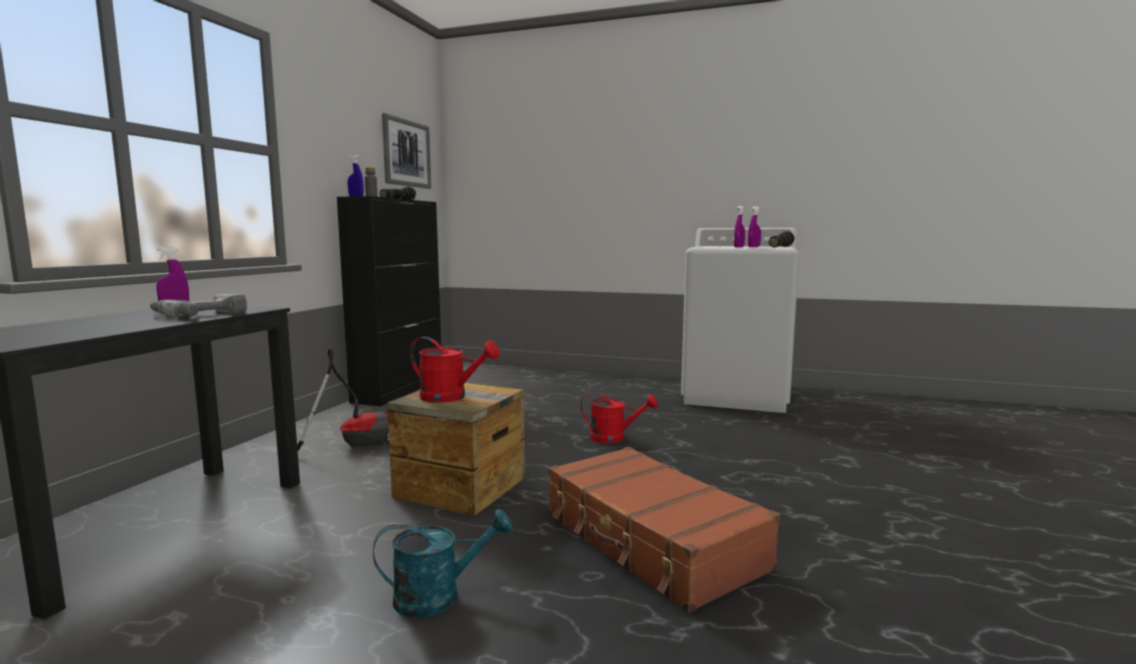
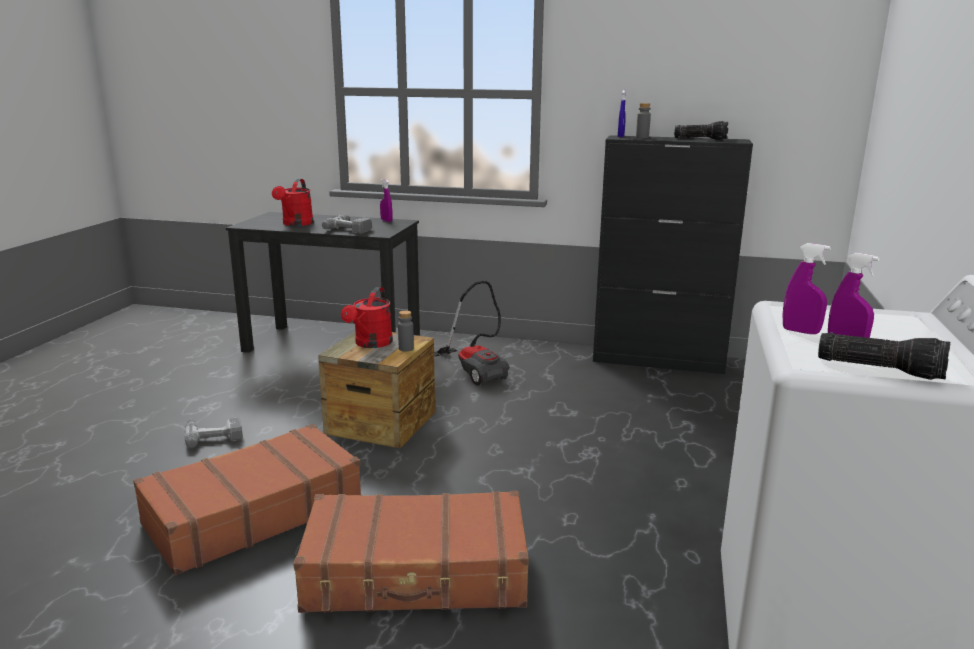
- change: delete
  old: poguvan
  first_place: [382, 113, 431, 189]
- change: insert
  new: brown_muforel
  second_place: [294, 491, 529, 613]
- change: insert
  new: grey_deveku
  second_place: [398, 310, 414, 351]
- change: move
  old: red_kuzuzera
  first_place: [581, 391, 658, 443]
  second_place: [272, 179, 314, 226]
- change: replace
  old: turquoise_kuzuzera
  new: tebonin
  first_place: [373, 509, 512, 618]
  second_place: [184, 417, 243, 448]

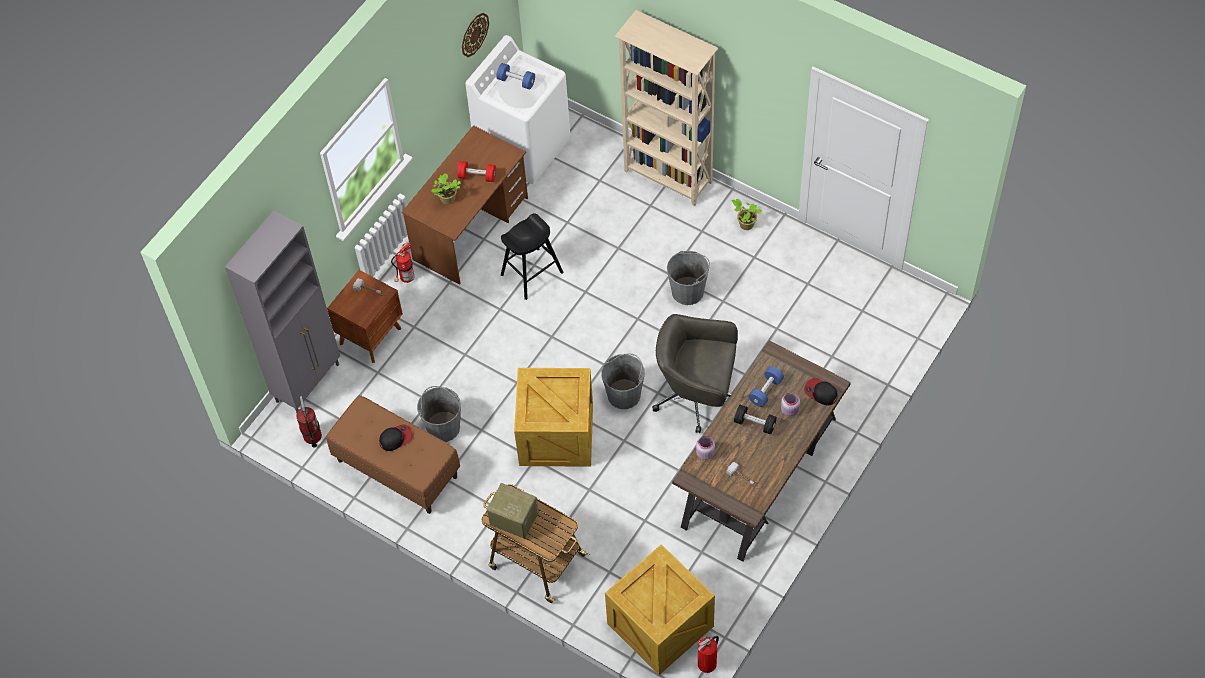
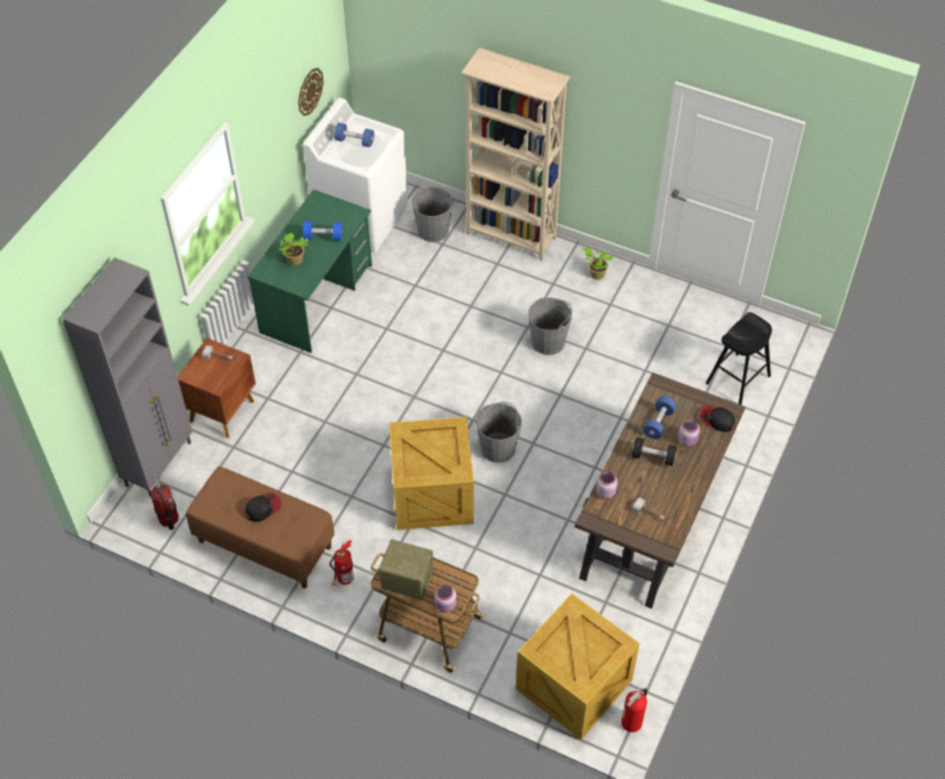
- change: delete
  old: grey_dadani
  first_place: [652, 314, 738, 433]
- change: insert
  new: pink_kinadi
  second_place: [435, 585, 456, 612]
- change: move
  old: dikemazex
  first_place: [391, 243, 414, 283]
  second_place: [330, 540, 354, 586]
- change: move
  old: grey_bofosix
  first_place: [417, 386, 461, 442]
  second_place: [412, 186, 453, 242]
- change: move
  old: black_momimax
  first_place: [501, 213, 563, 300]
  second_place: [706, 312, 772, 405]
- change: recolor
  old: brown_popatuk
  new: green_popatuk
  first_place: [402, 125, 528, 285]
  second_place: [247, 189, 372, 353]
- change: recolor
  old: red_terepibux
  new: blue_terepibux
  first_place: [457, 161, 496, 182]
  second_place: [303, 221, 342, 241]

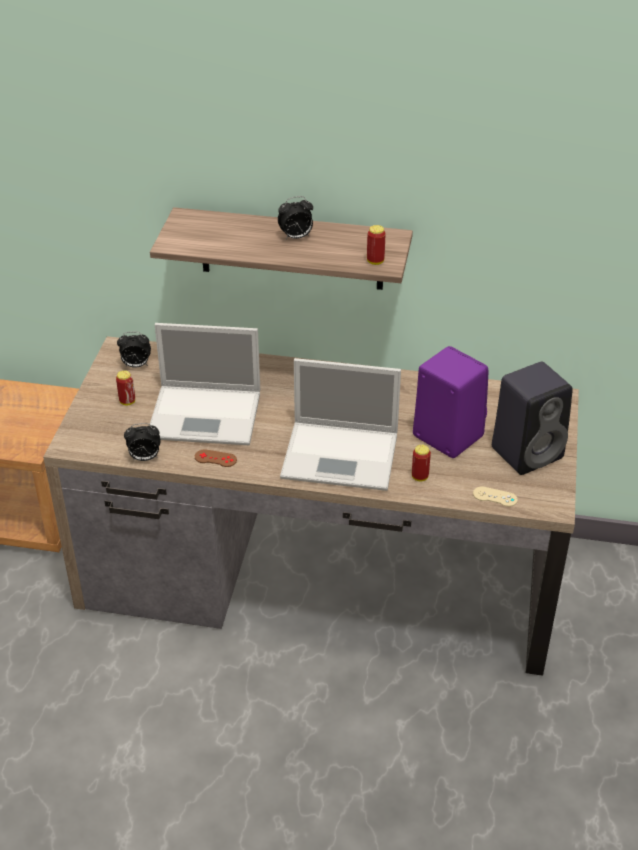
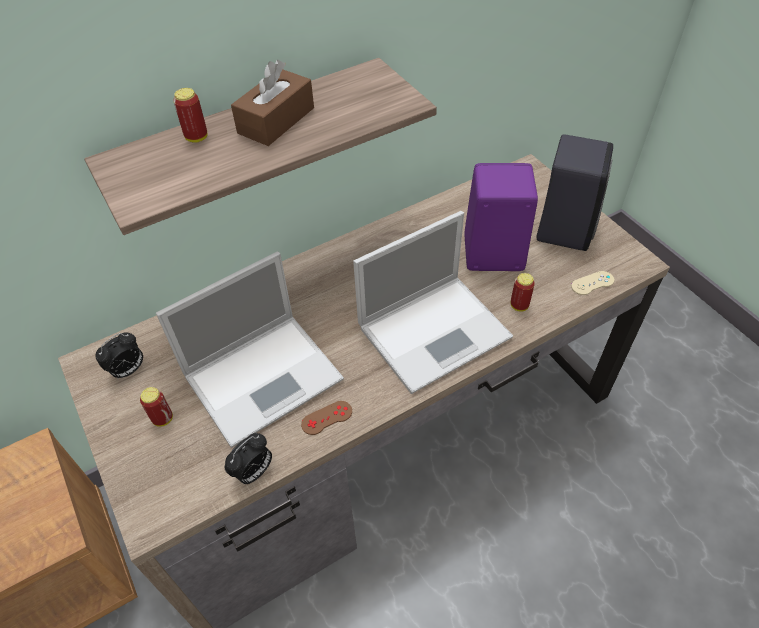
- change: move
  old: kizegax
  first_place: [367, 225, 386, 265]
  second_place: [173, 88, 208, 143]
- change: replace
  old: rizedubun
  new: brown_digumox
  first_place: [278, 196, 313, 240]
  second_place: [231, 60, 314, 146]

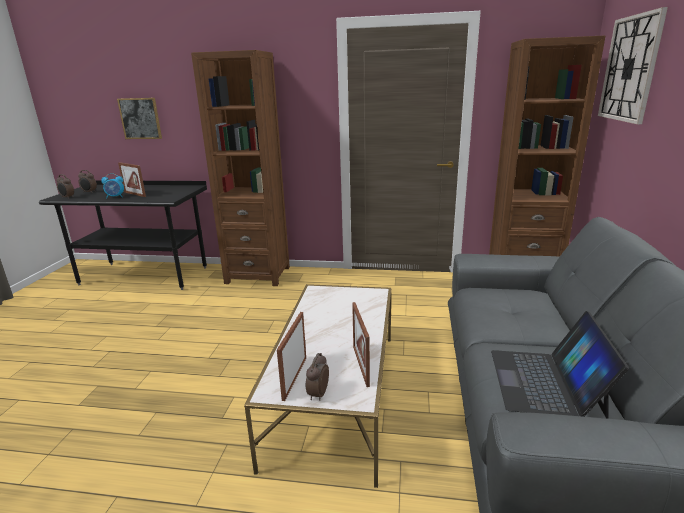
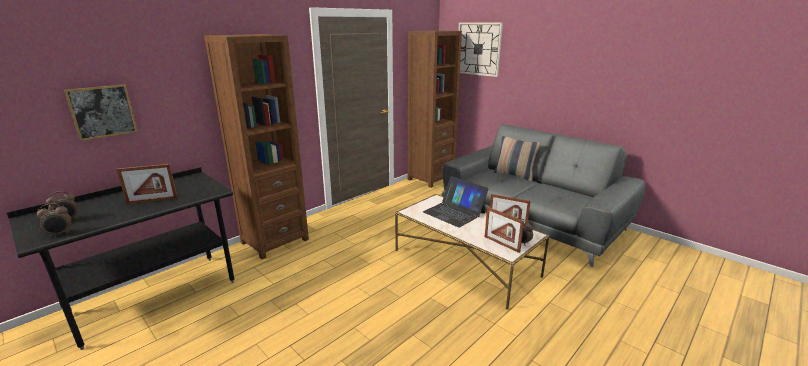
- change: delete
  old: rizedubun
  first_place: [101, 173, 124, 199]
- change: insert
  new: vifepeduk
  second_place: [494, 136, 541, 181]
- change: move
  old: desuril
  first_place: [491, 311, 629, 418]
  second_place: [423, 176, 488, 227]

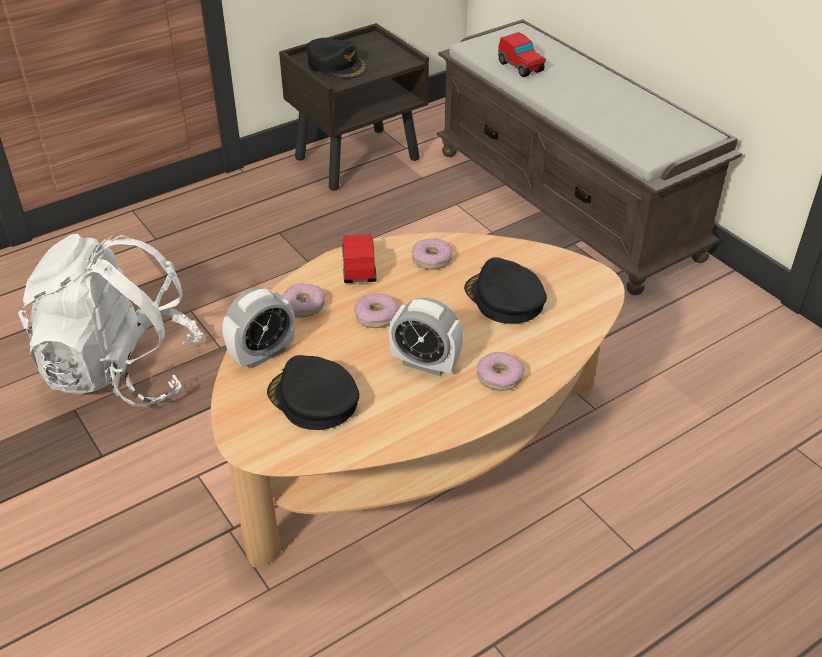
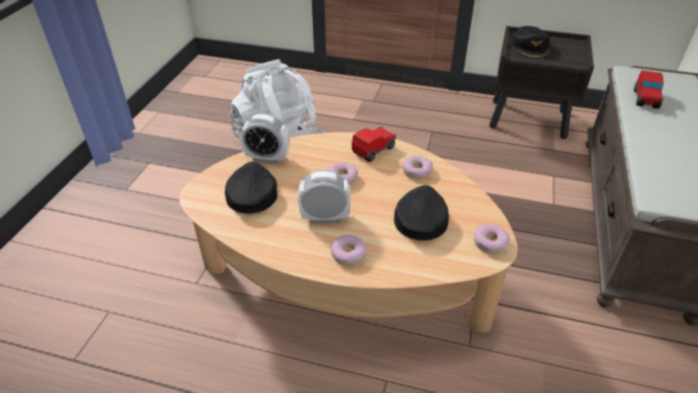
- change: move
  old: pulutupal
  first_place: [282, 283, 325, 317]
  second_place: [474, 224, 510, 254]
- change: rotate
  old: rizedubun
  first_place: [389, 297, 463, 376]
  second_place: [298, 170, 351, 223]
  degrees: 105

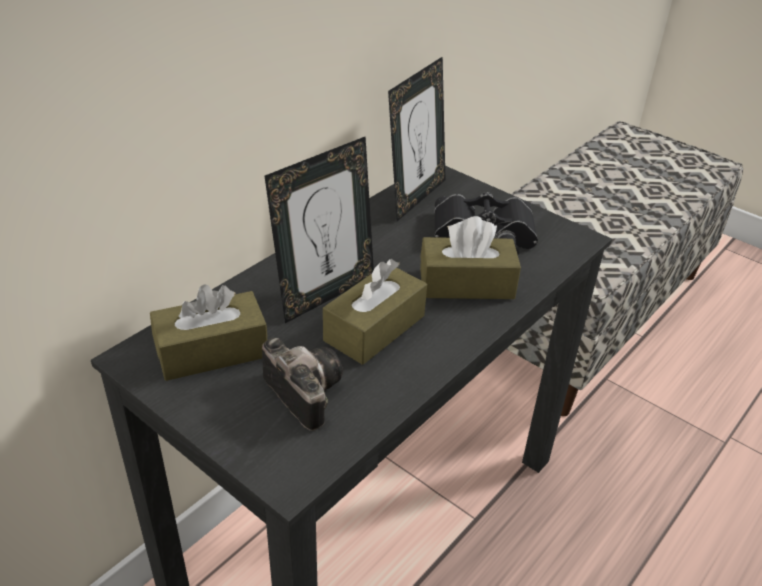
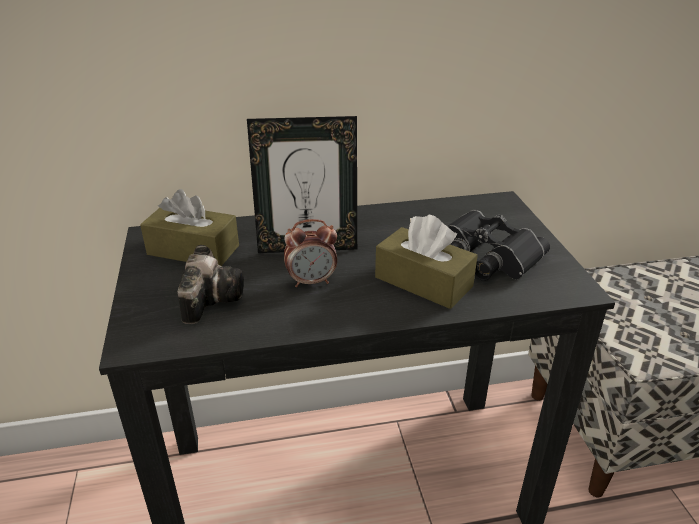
- change: delete
  old: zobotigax
  first_place: [388, 57, 446, 221]
- change: replace
  old: brown_digumox
  new: rizedubun
  first_place: [323, 259, 427, 365]
  second_place: [284, 219, 337, 287]

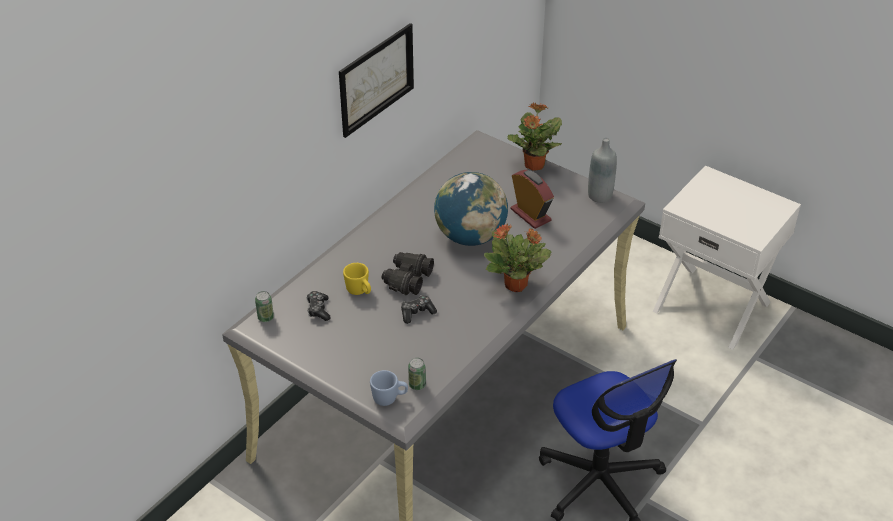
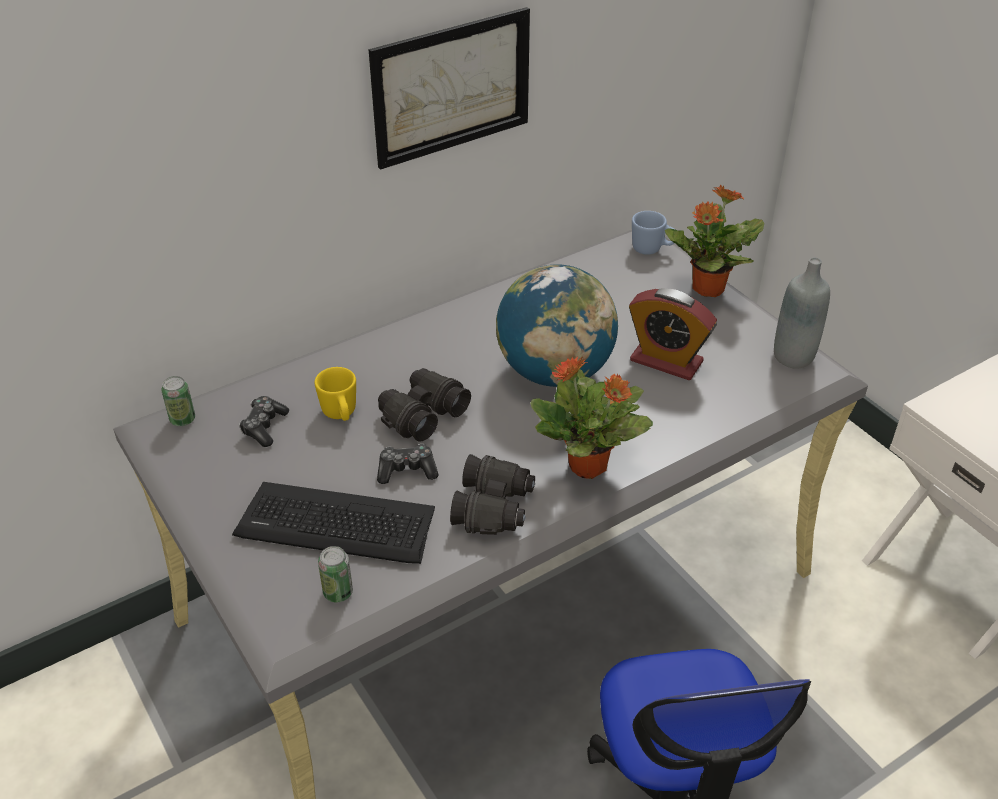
- change: insert
  new: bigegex
  second_place: [232, 482, 435, 564]
- change: insert
  new: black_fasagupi
  second_place: [450, 454, 535, 535]
- change: move
  old: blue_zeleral
  first_place: [370, 370, 408, 406]
  second_place: [632, 211, 674, 255]
- change: rotate
  old: rizedubun
  first_place: [511, 170, 554, 229]
  second_place: [629, 288, 717, 380]
  degrees: 135

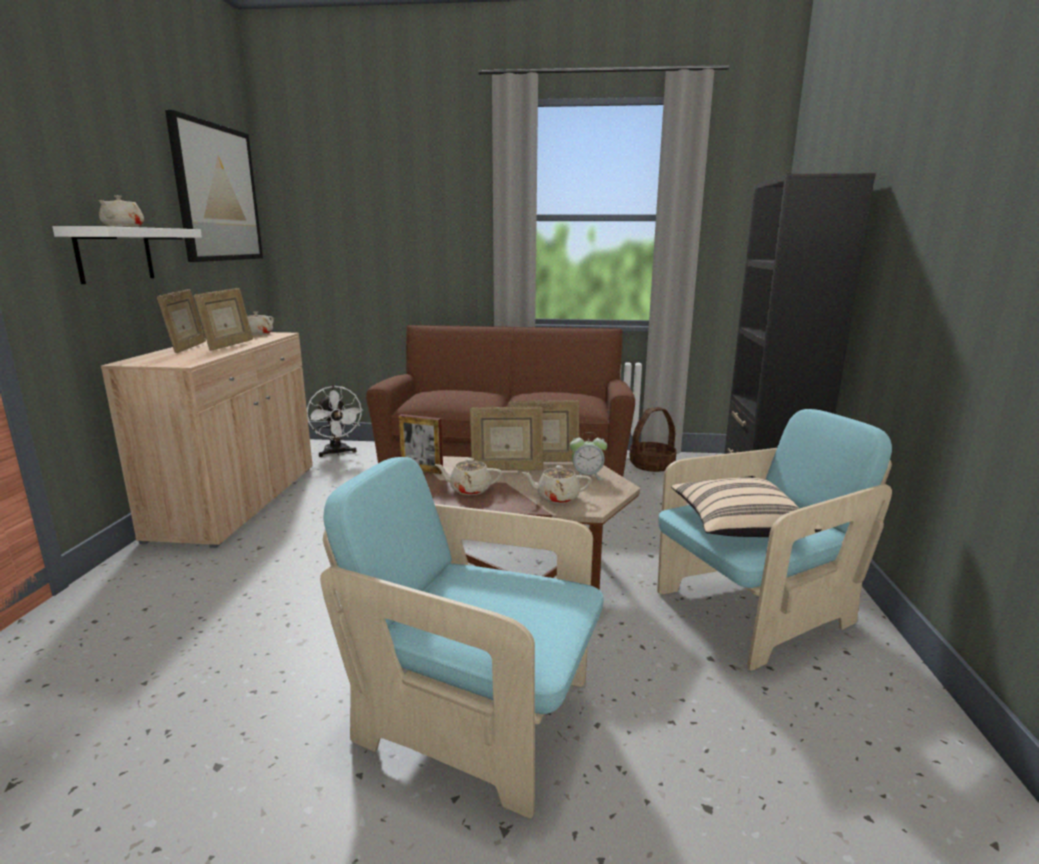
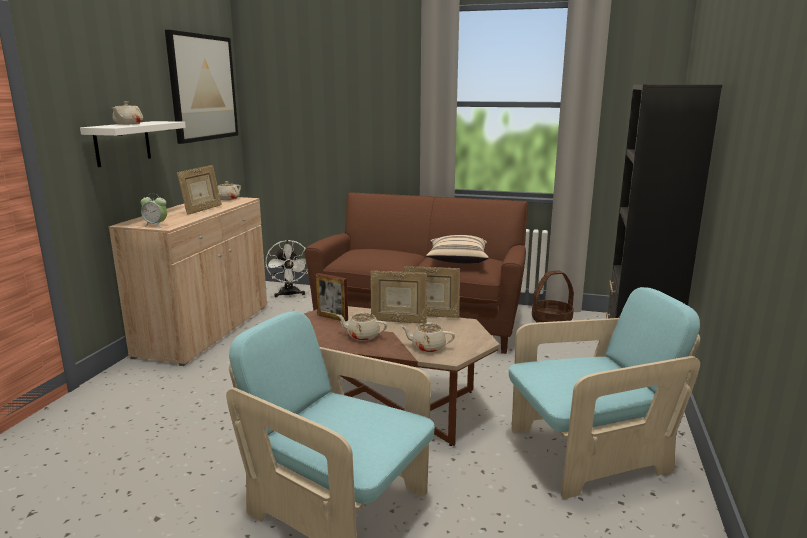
- change: delete
  old: zobotigax
  first_place: [157, 289, 206, 353]
- change: move
  old: rizedubun
  first_place: [570, 432, 607, 480]
  second_place: [141, 193, 167, 227]
- change: move
  old: beige_vifepeduk
  first_place: [671, 477, 822, 537]
  second_place: [426, 235, 489, 263]

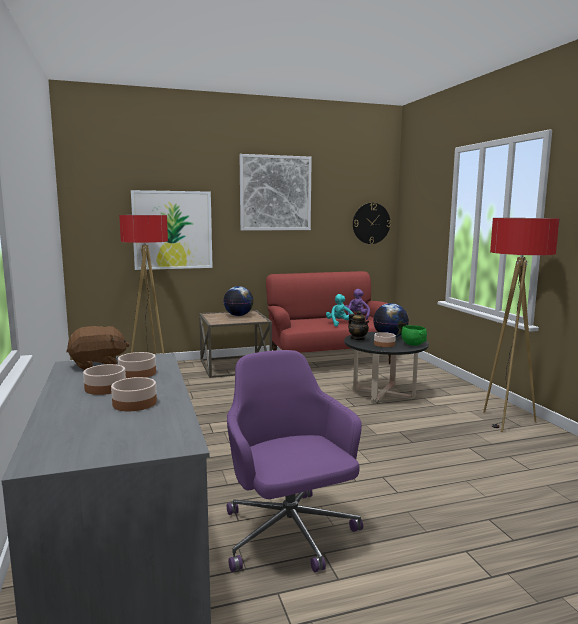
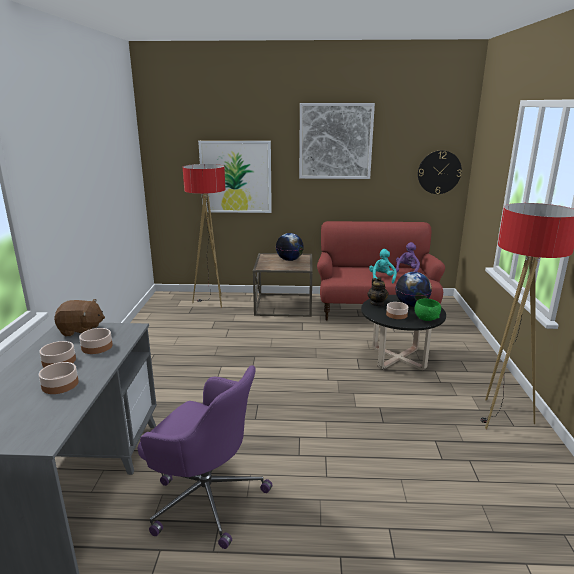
- change: rotate
  old: purple_dadani
  first_place: [227, 350, 363, 572]
  second_place: [138, 365, 272, 549]
  degrees: 120

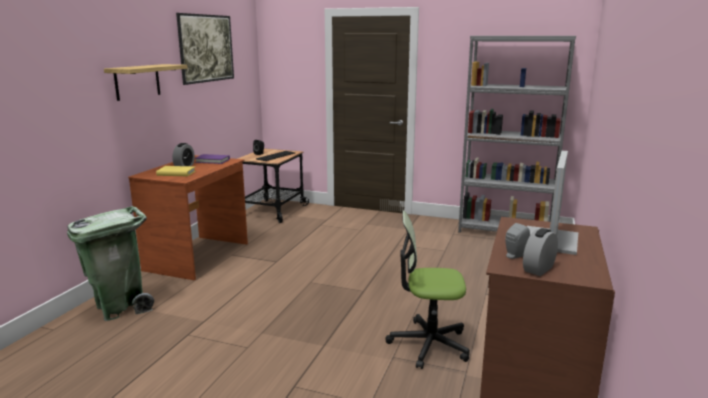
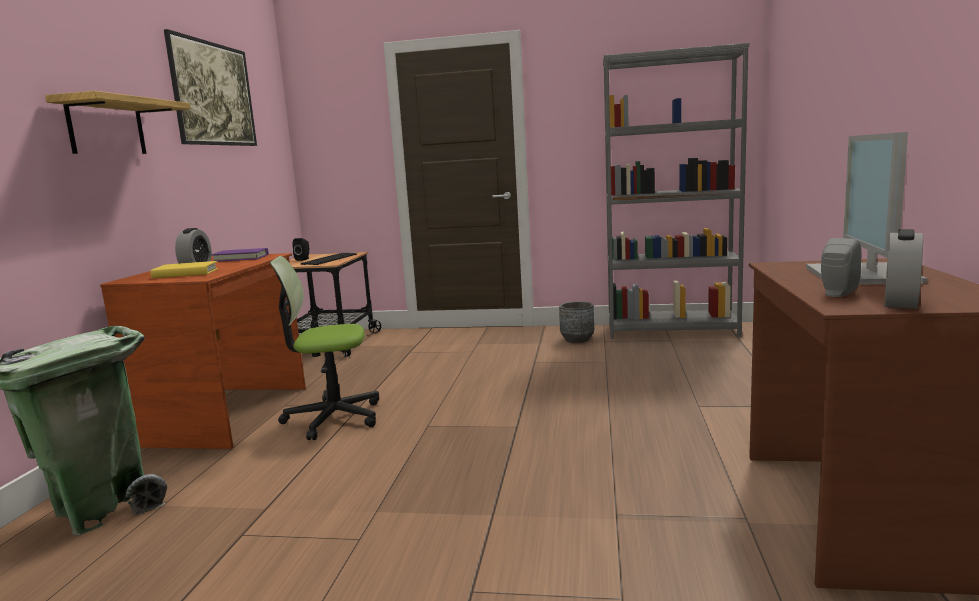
- change: insert
  new: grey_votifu
  second_place: [559, 301, 594, 343]
- change: move
  old: dadani
  first_place: [385, 210, 470, 369]
  second_place: [270, 256, 379, 440]

